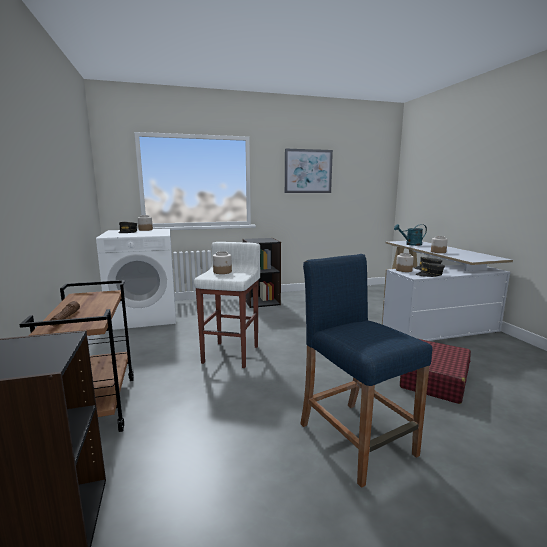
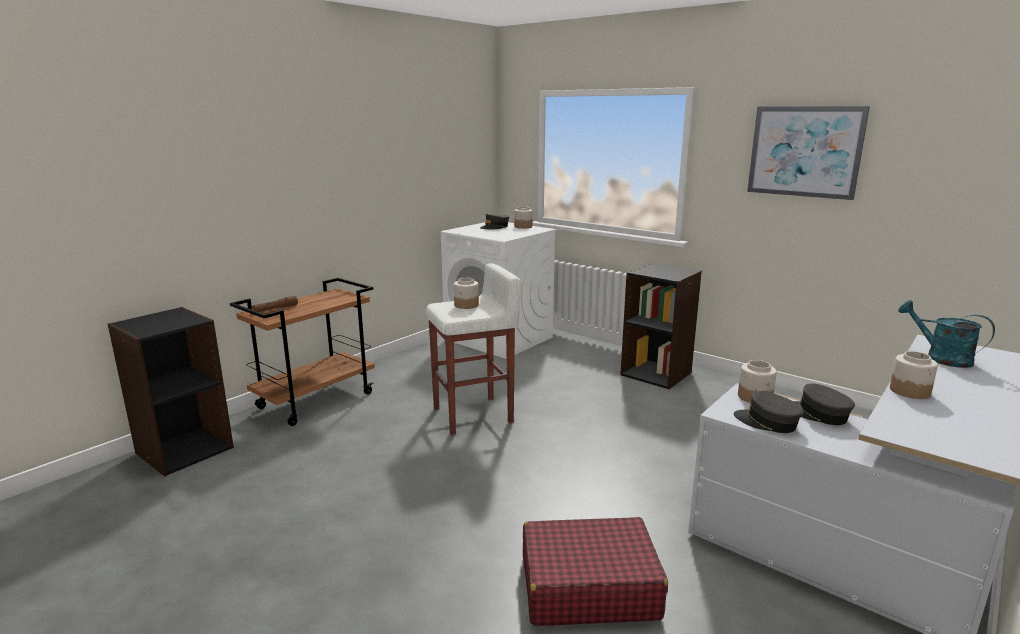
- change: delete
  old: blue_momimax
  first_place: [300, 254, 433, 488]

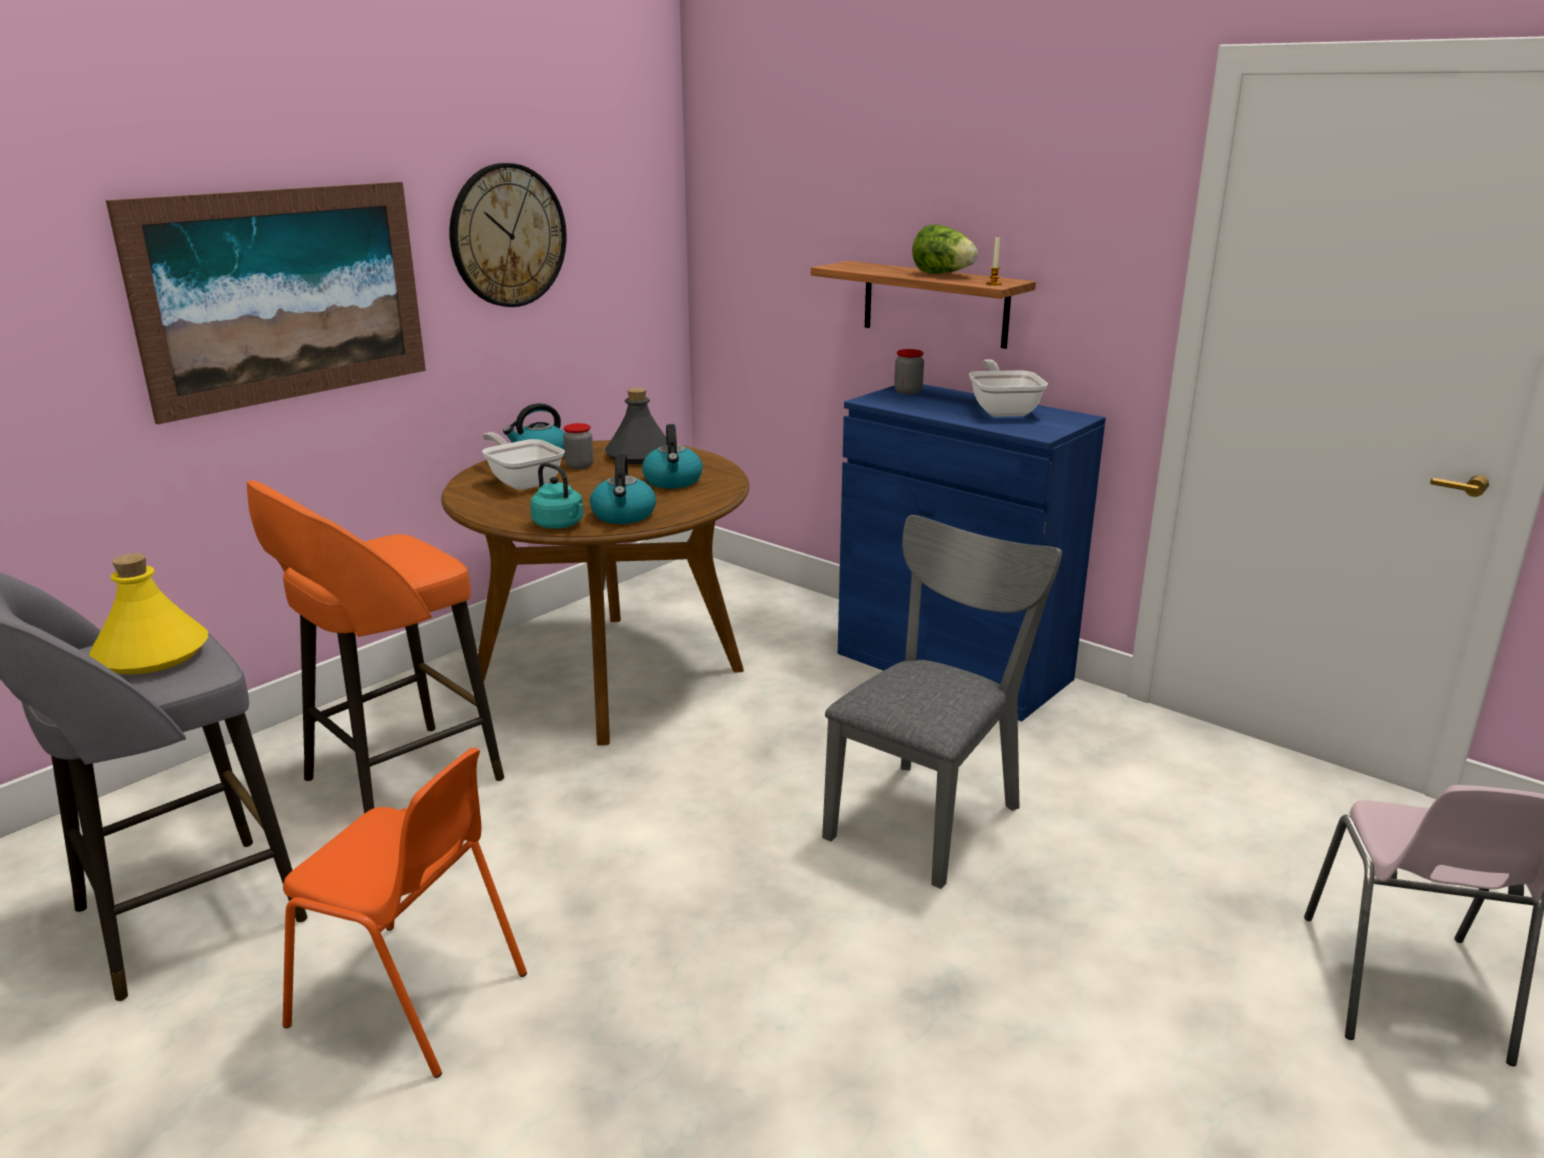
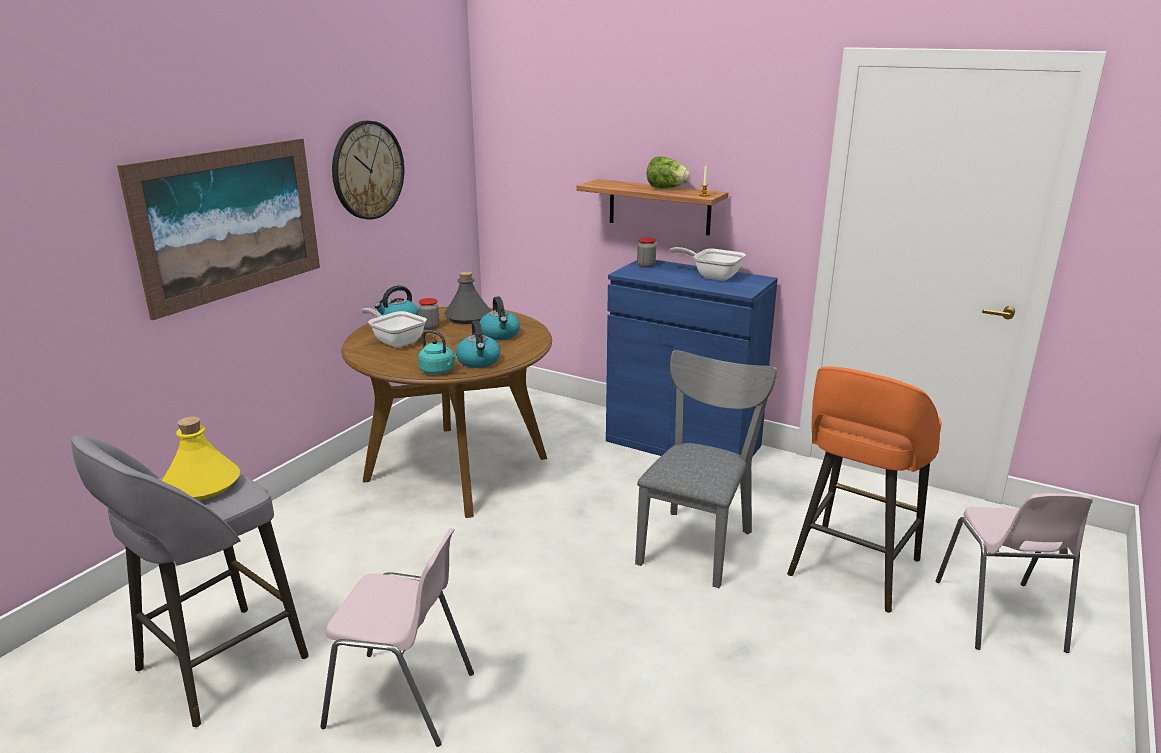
- change: move
  old: orange_momimax
  first_place: [246, 480, 504, 813]
  second_place: [787, 366, 942, 613]
- change: recolor
  old: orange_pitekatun
  new: pink_pitekatun
  first_place: [283, 748, 527, 1078]
  second_place: [320, 528, 474, 747]
- change: rotate
  old: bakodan
  first_place: [969, 359, 1048, 417]
  second_place: [669, 247, 746, 281]
  degrees: -45

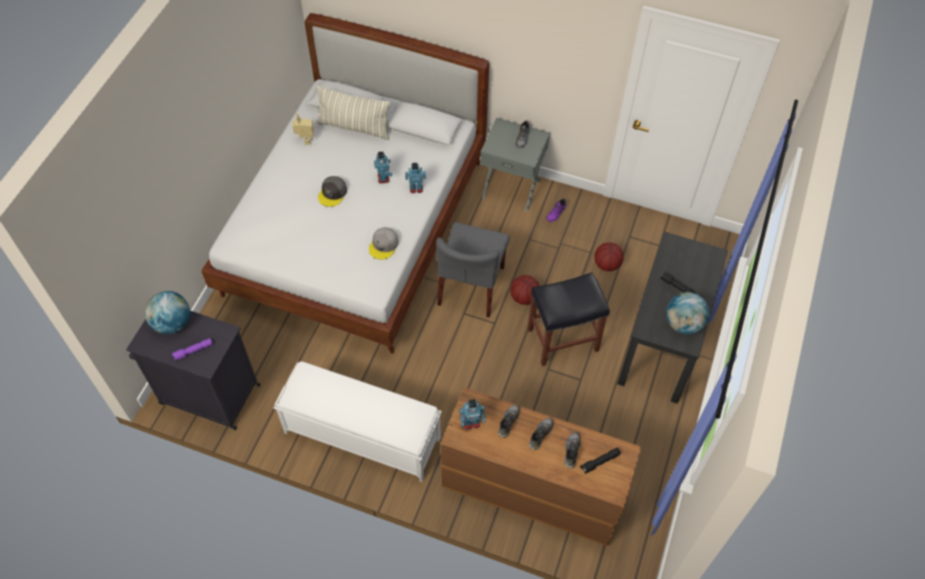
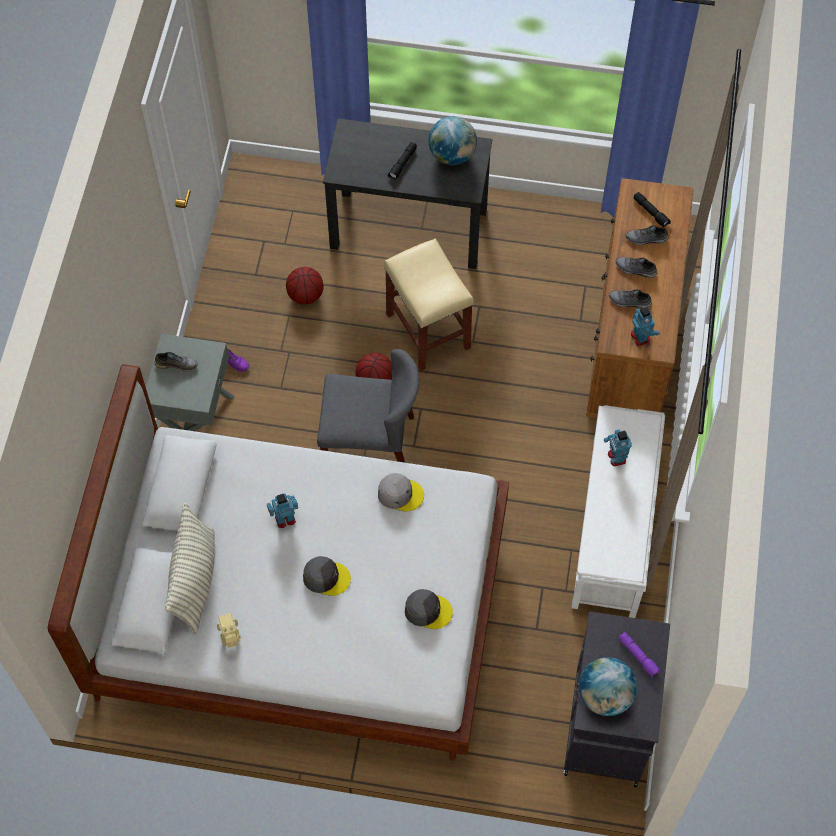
- change: insert
  new: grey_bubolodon
  second_place: [405, 589, 453, 629]
- change: move
  old: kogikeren
  first_place: [405, 163, 426, 193]
  second_place: [604, 430, 632, 466]
- change: recolor
  old: black_momimax
  new: beige_momimax
  first_place: [528, 272, 610, 366]
  second_place: [384, 238, 474, 371]

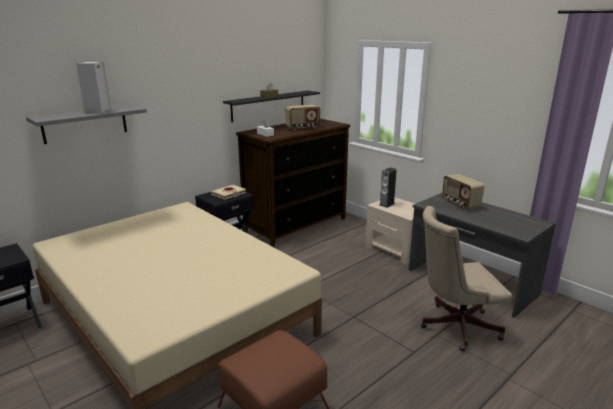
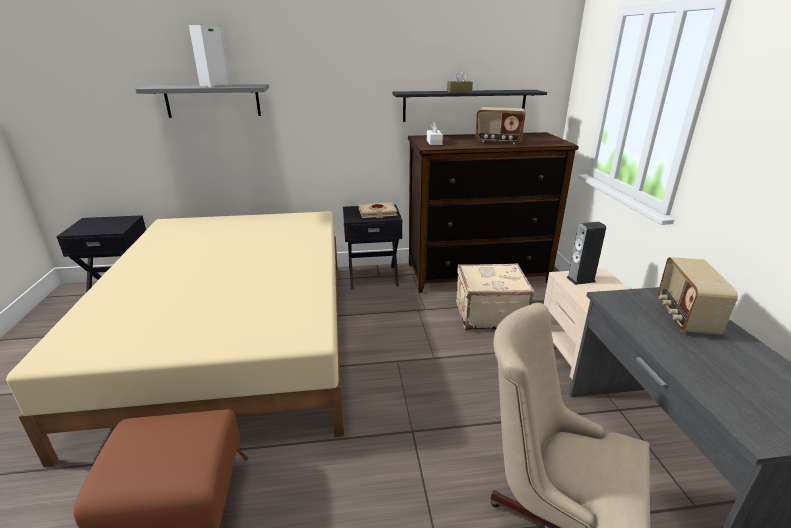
- change: insert
  new: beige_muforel
  second_place: [456, 263, 535, 330]

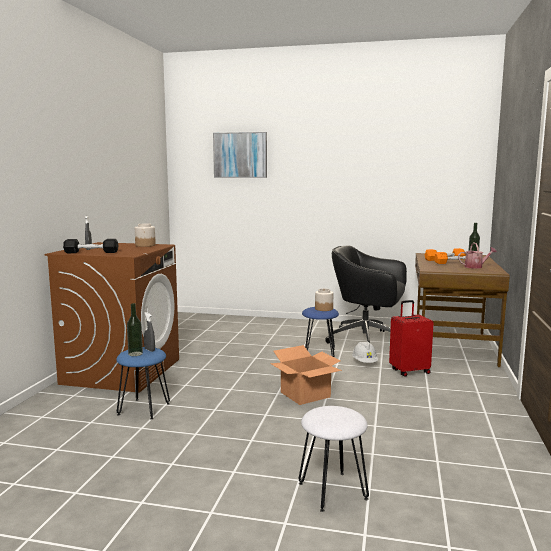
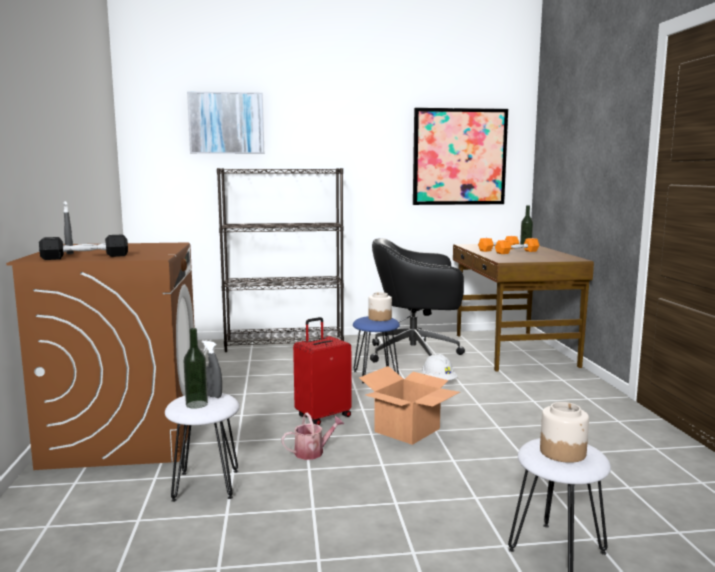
- change: insert
  new: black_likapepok
  second_place: [217, 168, 344, 352]
- change: insert
  new: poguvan
  second_place: [413, 108, 508, 205]
- change: move
  old: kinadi
  first_place: [135, 223, 156, 247]
  second_place: [540, 402, 589, 463]
- change: move
  old: red_muforel
  first_place: [389, 300, 434, 377]
  second_place: [293, 317, 352, 425]
- change: move
  old: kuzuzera
  first_place: [458, 243, 497, 269]
  second_place: [281, 413, 344, 460]
- change: recolor
  old: blue_momimax
  new: white_momimax
  first_place: [116, 347, 170, 420]
  second_place: [165, 393, 240, 502]

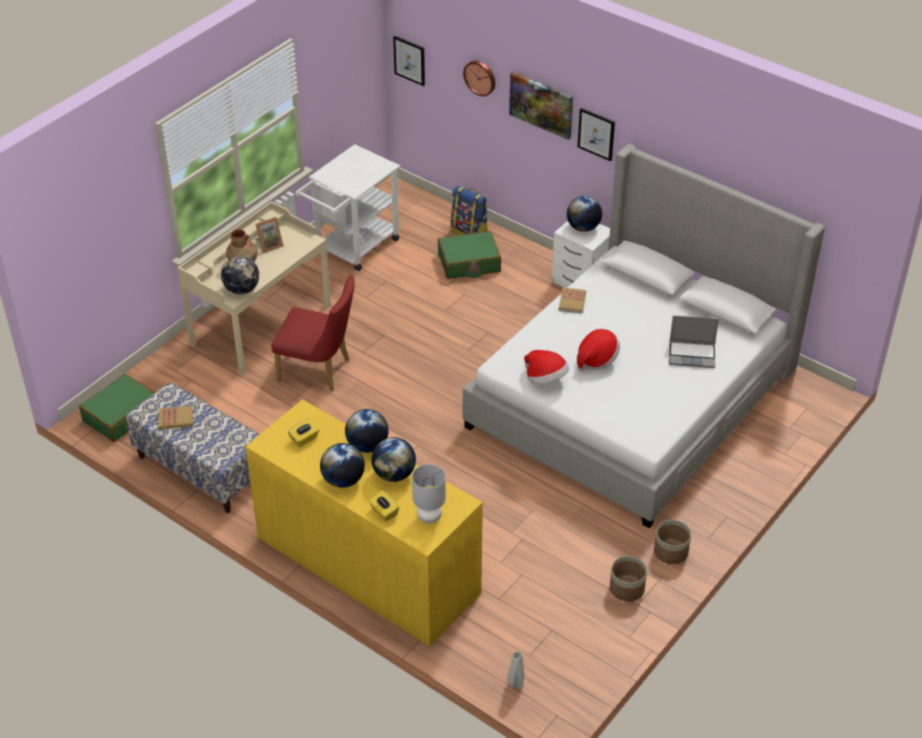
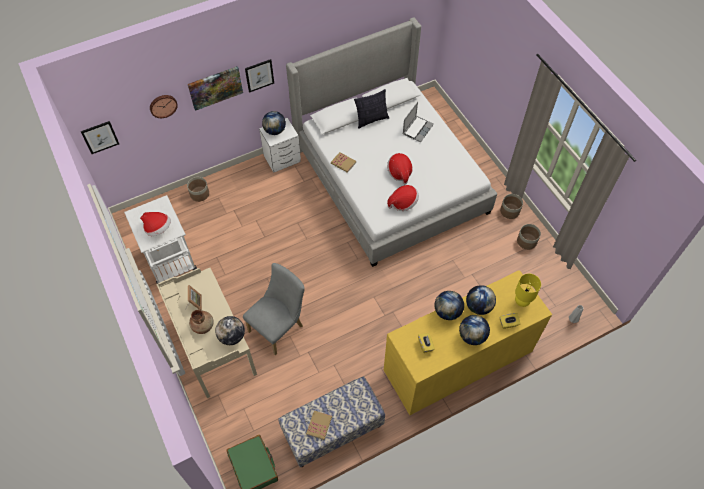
- change: delete
  old: green_muforel
  first_place: [438, 231, 501, 279]
- change: insert
  new: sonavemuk
  second_place: [140, 212, 171, 236]
- change: insert
  new: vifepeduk
  second_place: [354, 89, 389, 129]
- change: replace
  old: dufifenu
  new: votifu
  first_place: [451, 186, 488, 235]
  second_place: [187, 177, 209, 202]
- change: recolor
  old: red_pitekatun
  new: grey_pitekatun
  first_place: [271, 275, 355, 391]
  second_place: [243, 263, 305, 356]
- change: recolor
  old: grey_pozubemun
  new: yellow_pozubemun
  first_place: [412, 464, 446, 524]
  second_place: [515, 274, 541, 307]

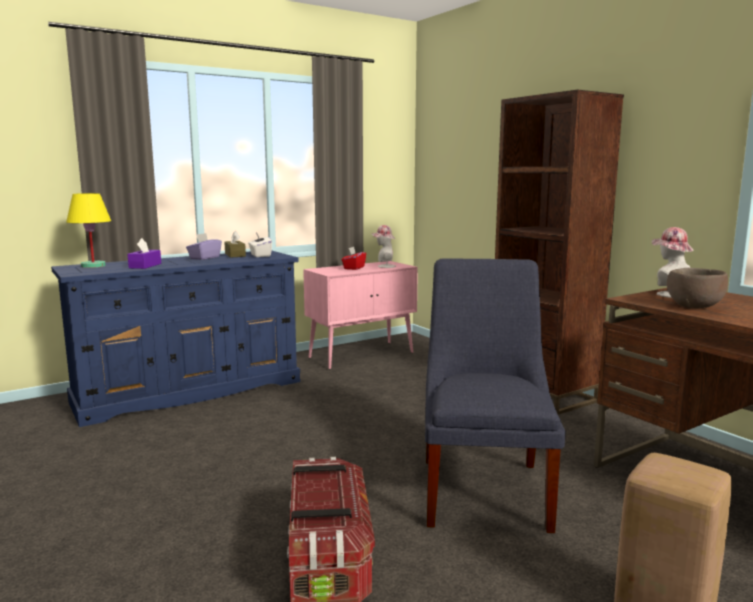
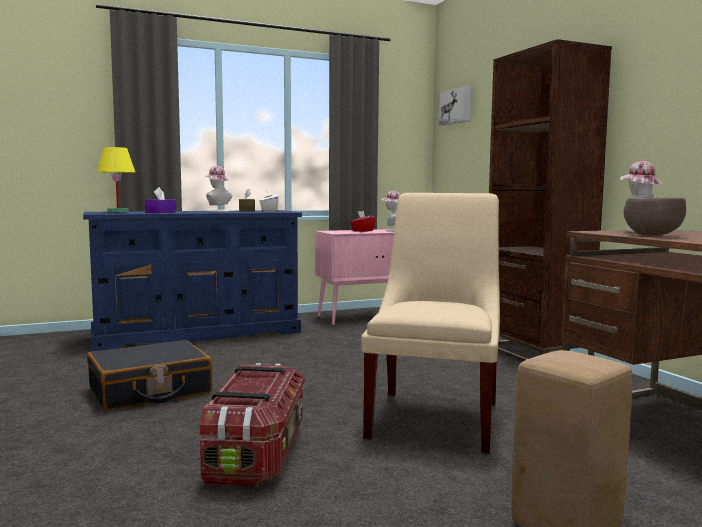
- change: insert
  new: black_muforel
  second_place: [87, 340, 212, 410]
- change: insert
  new: poguvan
  second_place: [439, 85, 471, 126]
- change: replace
  old: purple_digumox
  new: sonavemuk
  first_place: [186, 233, 222, 260]
  second_place: [205, 166, 232, 212]
- change: recolor
  old: blue_pitekatun
  new: beige_pitekatun
  first_place: [425, 259, 566, 533]
  second_place: [361, 193, 500, 453]

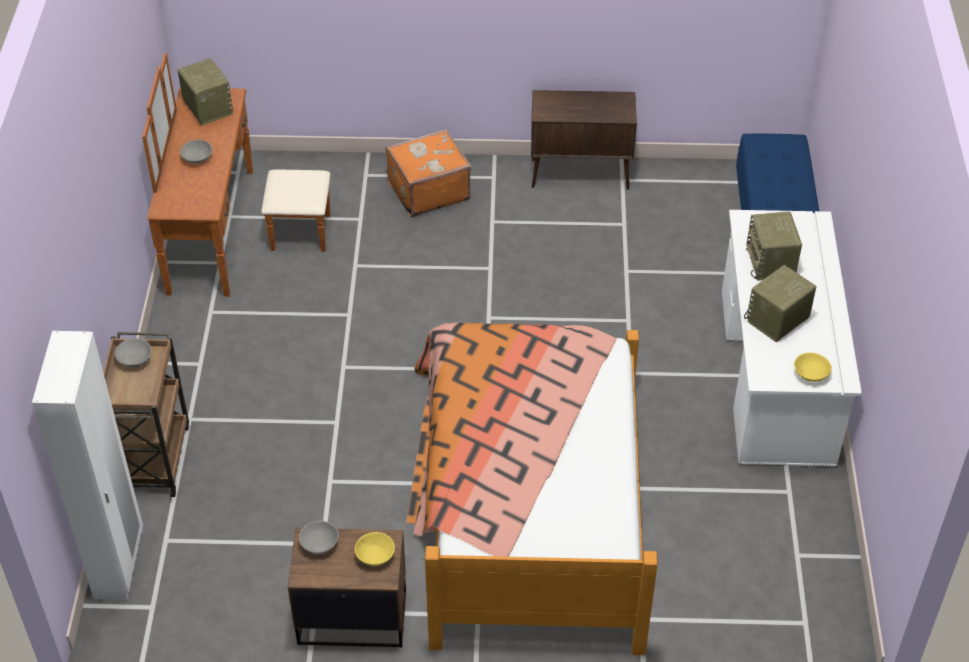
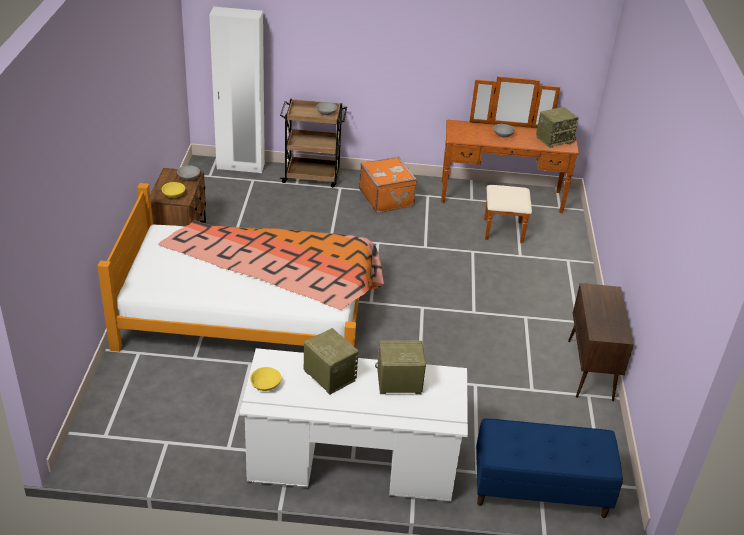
- change: move
  old: orange_muforel
  first_place: [385, 129, 471, 217]
  second_place: [359, 157, 417, 213]

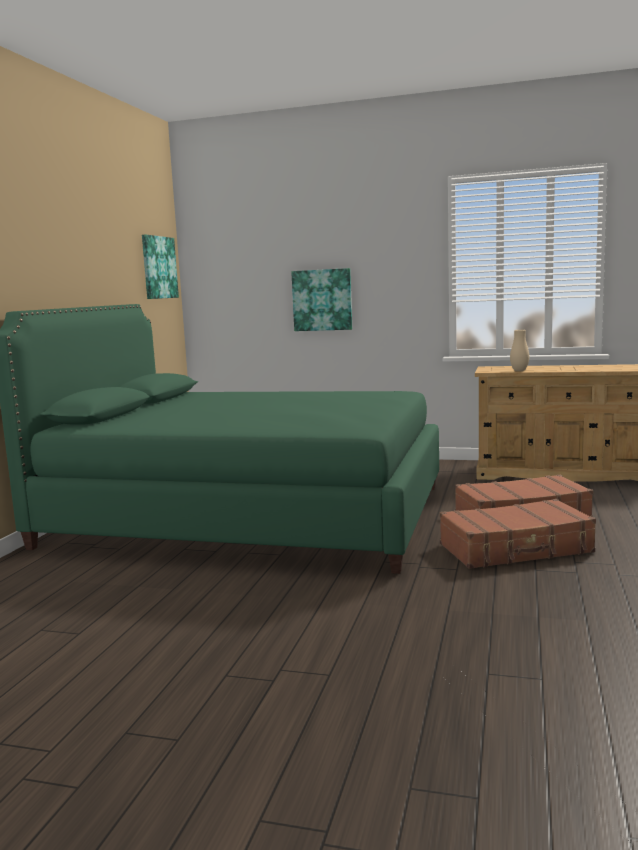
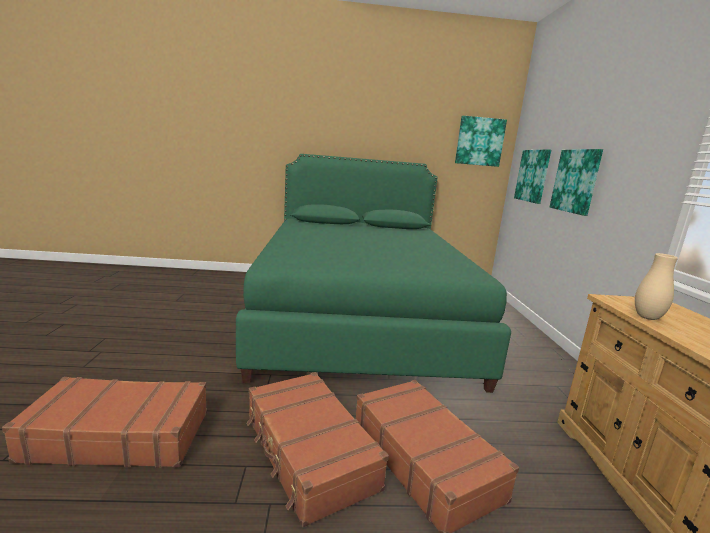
- change: insert
  new: brown_muforel
  second_place: [2, 377, 207, 468]
- change: insert
  new: poguvan
  second_place: [514, 149, 551, 204]

